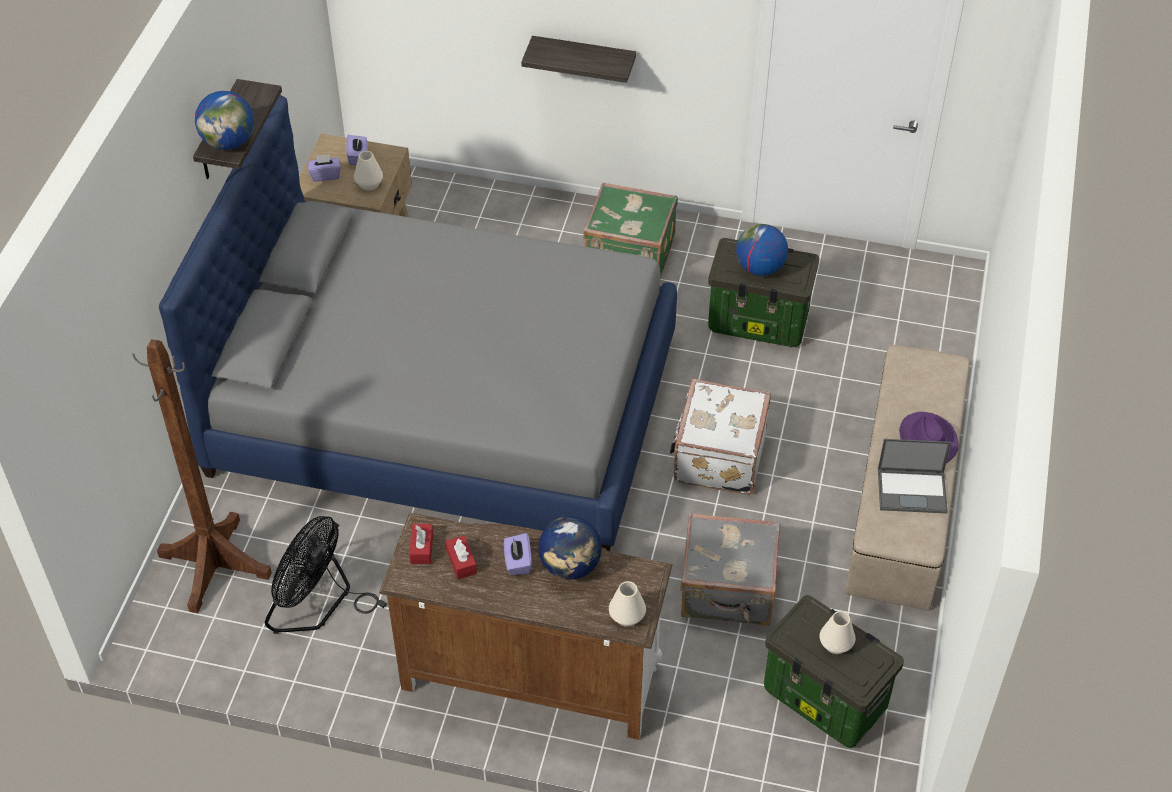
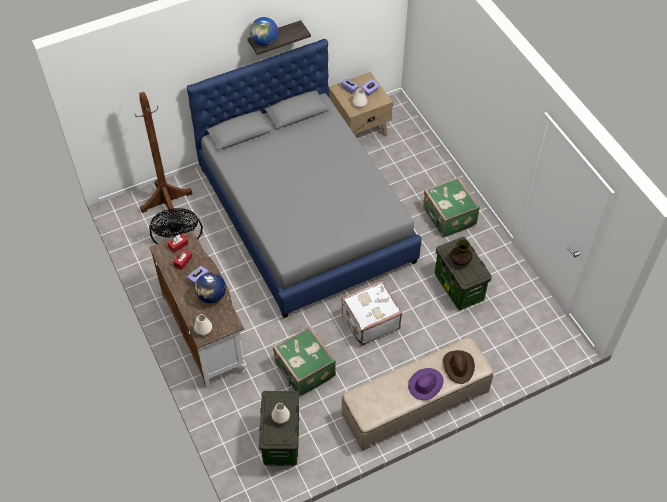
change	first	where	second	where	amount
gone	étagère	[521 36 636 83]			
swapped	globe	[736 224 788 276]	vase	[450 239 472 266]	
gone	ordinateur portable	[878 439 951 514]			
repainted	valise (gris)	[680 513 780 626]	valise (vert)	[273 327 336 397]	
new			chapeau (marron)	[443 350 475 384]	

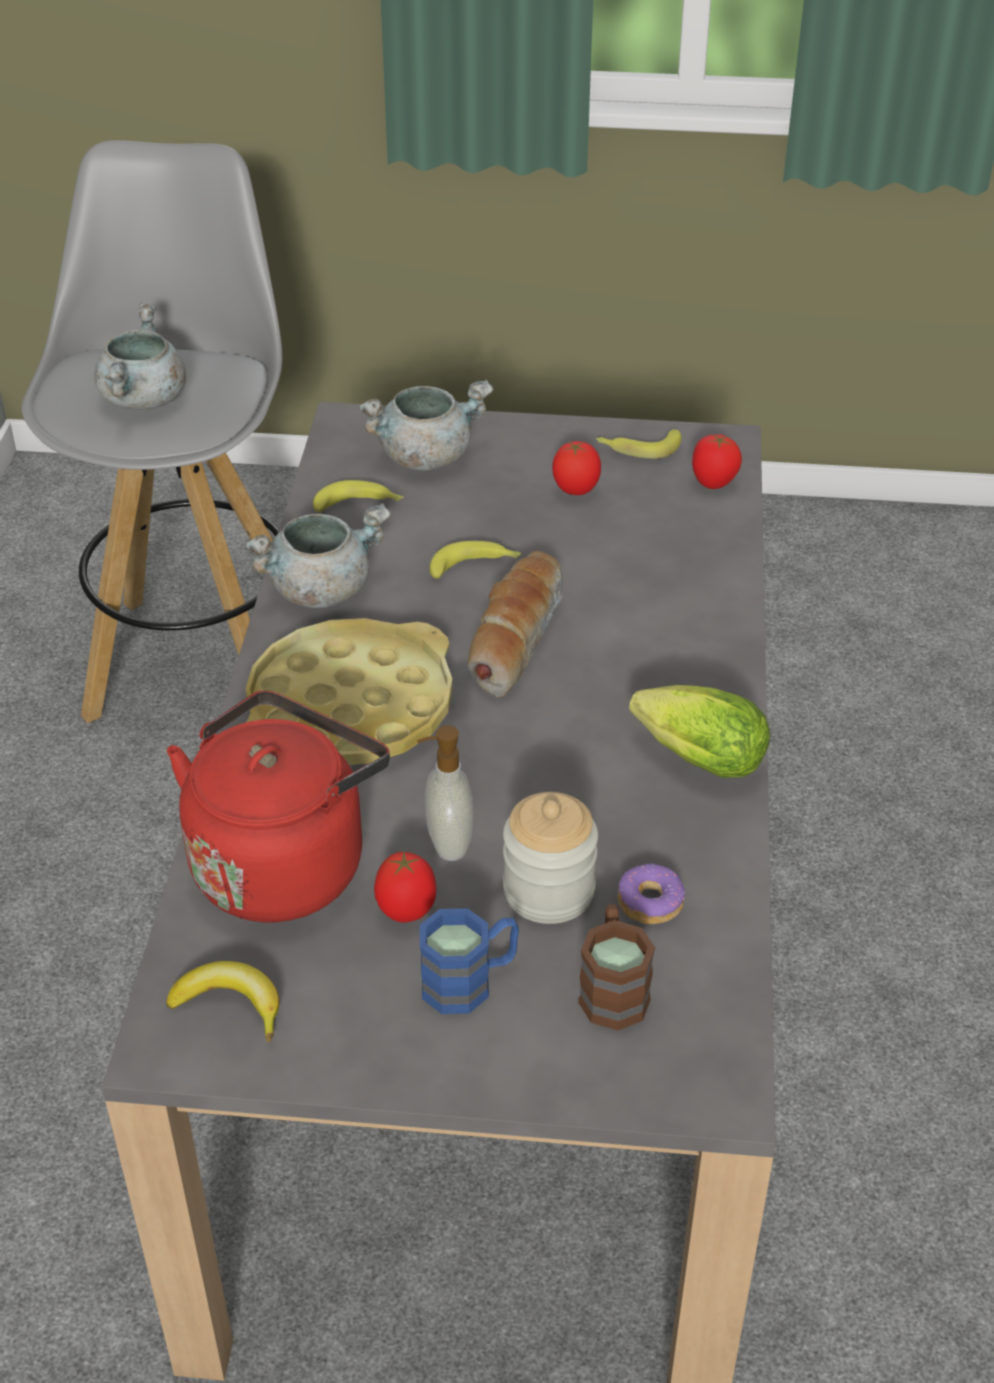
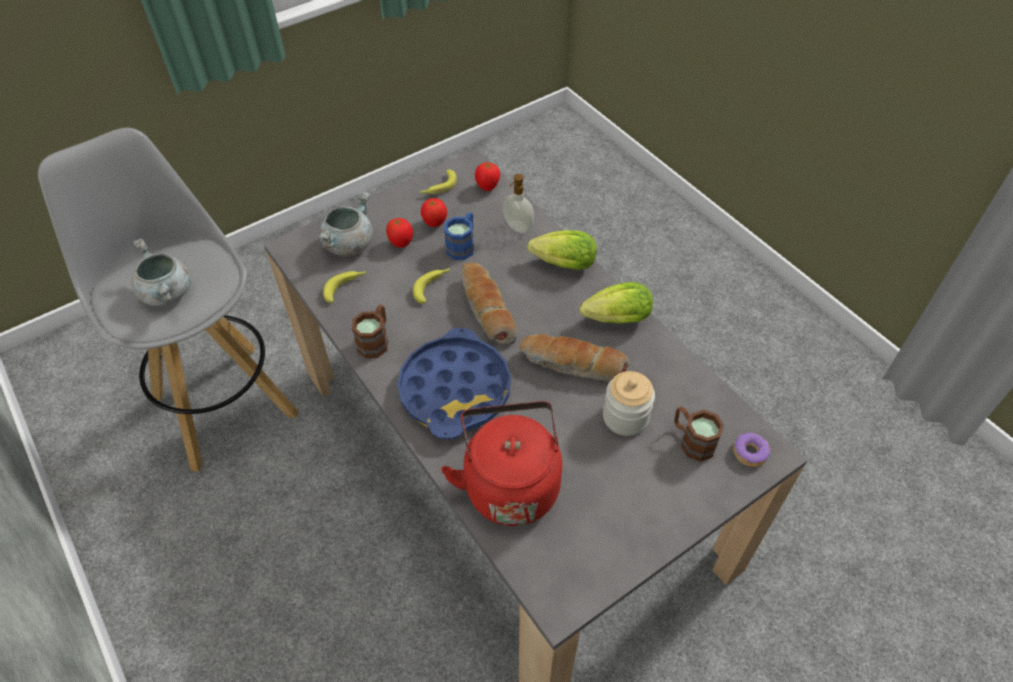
change	first	where	second	where	amount
swapped	marmite (gris)	[245 503 391 608]	mug (marron)	[352 305 388 358]	
repainted	plateau (jaune)	[246 618 453 765]	plateau (bleu)	[397 328 511 439]	
shifted	distributeur de savon	[417 725 474 861]		[503 174 534 233]	
shifted	tomate	[374 851 436 922]		[386 218 413 248]	
shifted	beignet	[617 864 685 924]		[733 433 770 467]	
shifted	mug (bleu)	[420 908 519 1014]		[444 212 474 260]	
gone	banane	[166 961 280 1042]			
new			laitue	[527 230 597 270]	
new			pain	[520 334 630 382]	

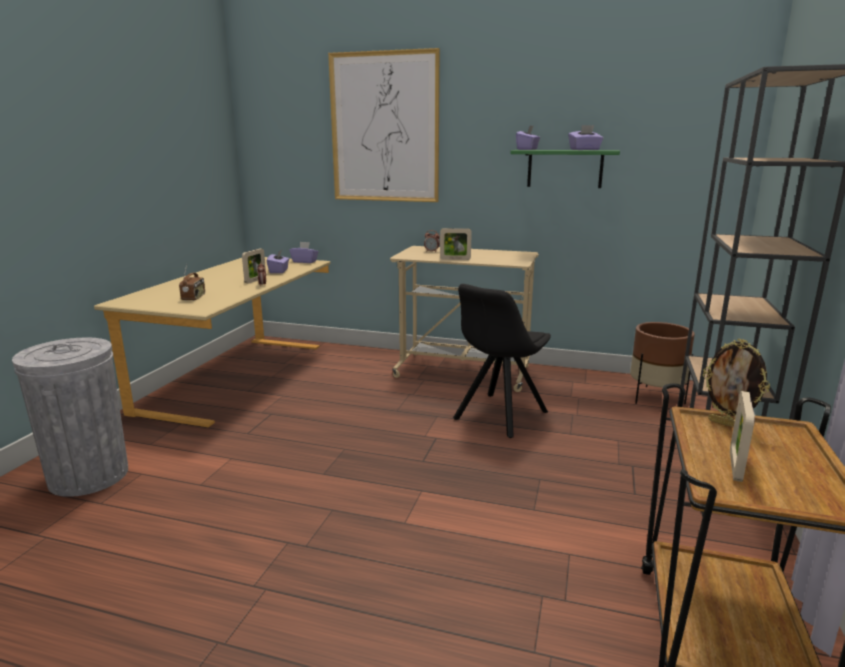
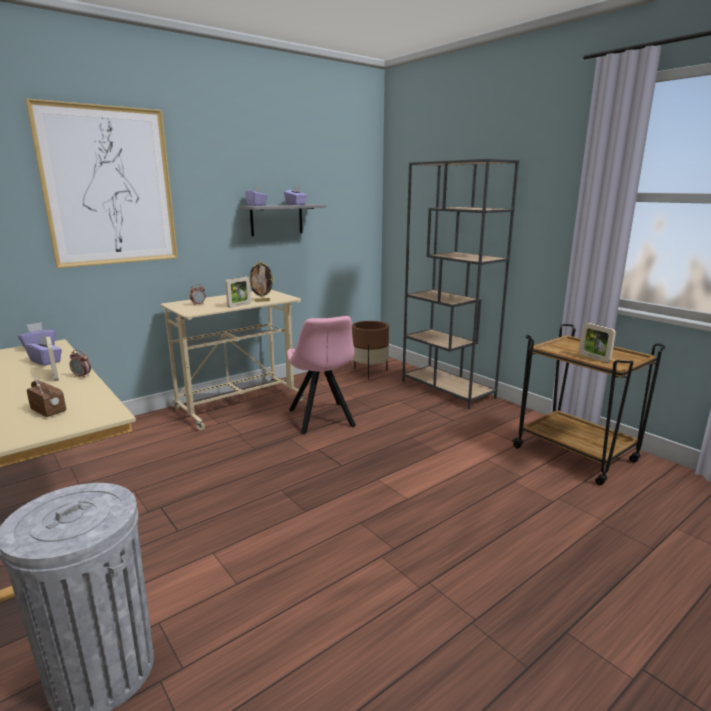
change	first	where	second	where	amount
repainted	étagère (vert)	[510 150 620 188]	étagère (gris)	[239 204 326 236]	
repainted	chaise (noir)	[453 284 551 438]	chaise (rose)	[287 316 356 434]	
shifted	cadre photo	[703 339 770 428]		[249 261 275 302]	

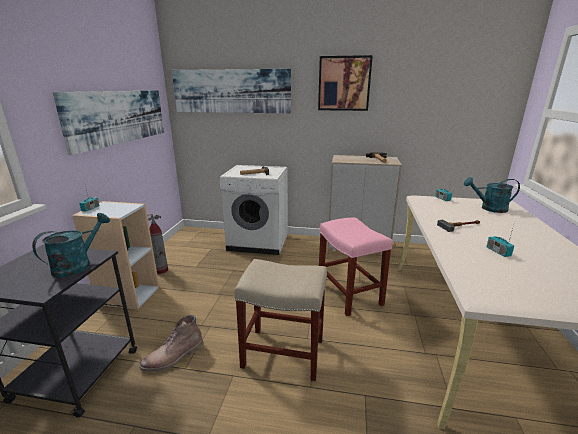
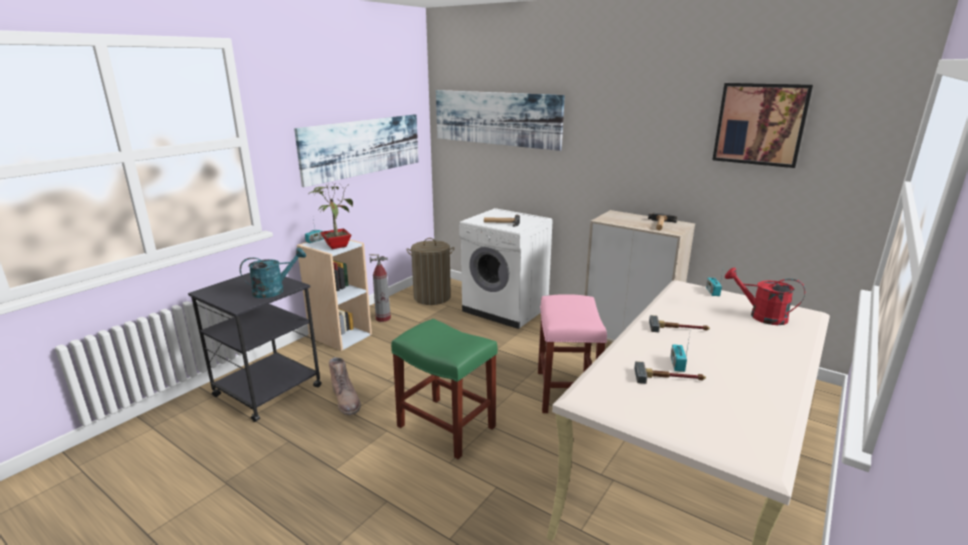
change	first	where	second	where	amount
shifted	tableau	[318 55 373 111]		[712 83 813 168]	
repainted	arrosoir (turquoise)	[464 177 520 213]	arrosoir (rouge)	[725 268 805 325]	
repainted	tabouret (beige)	[234 259 327 381]	tabouret (vert)	[391 319 498 459]	
rotated	botte (marron)	[139 315 203 372]		[329 357 361 415]	105 degrees counterclockwise
new			plante en pot	[310 183 353 249]	
new			panier à linge	[406 238 455 305]	
new			marteau	[634 361 706 384]	

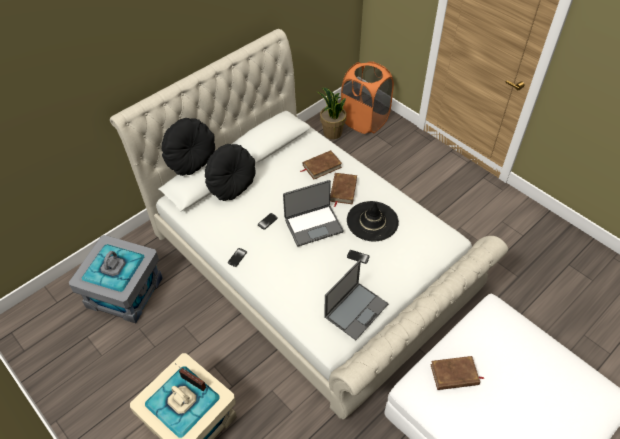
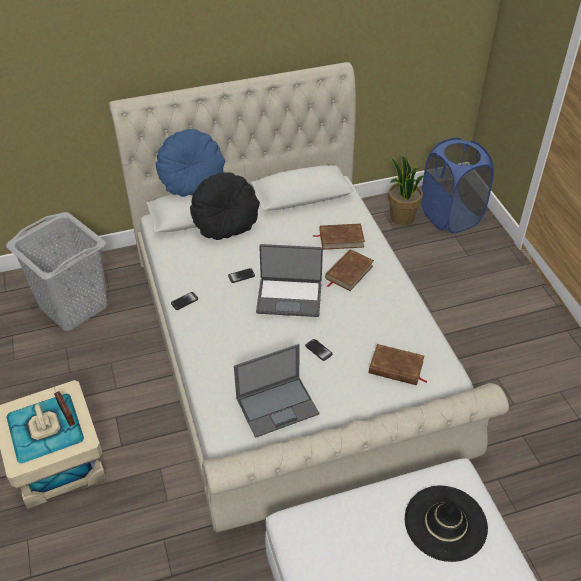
change	first	where	second	where	amount
repainted	panier à linge (orange)	[341 62 394 134]	panier à linge (bleu)	[422 138 494 233]	
repainted	coussin (noir)	[162 118 215 176]	coussin (bleu)	[155 129 225 197]	
shifted	chapeau (noir)	[347 201 399 241]		[405 486 488 562]	
swapped	boîte de rangement (gris)	[69 235 163 323]	panier à linge (gris)	[6 212 108 331]	
shifted	livre (marron)	[430 356 484 390]		[369 344 428 385]	

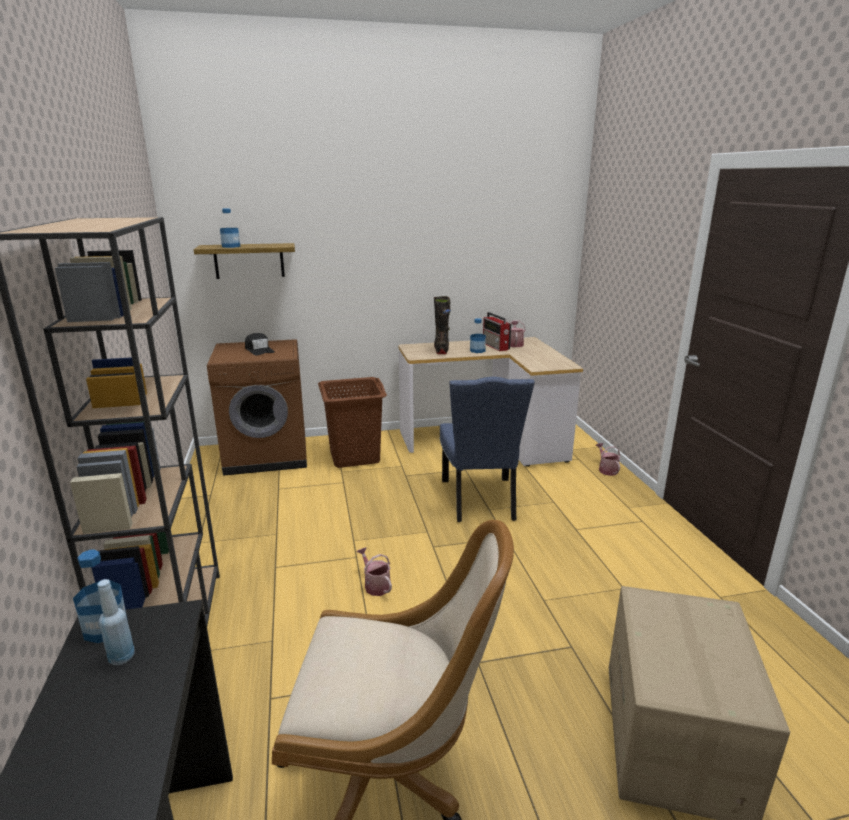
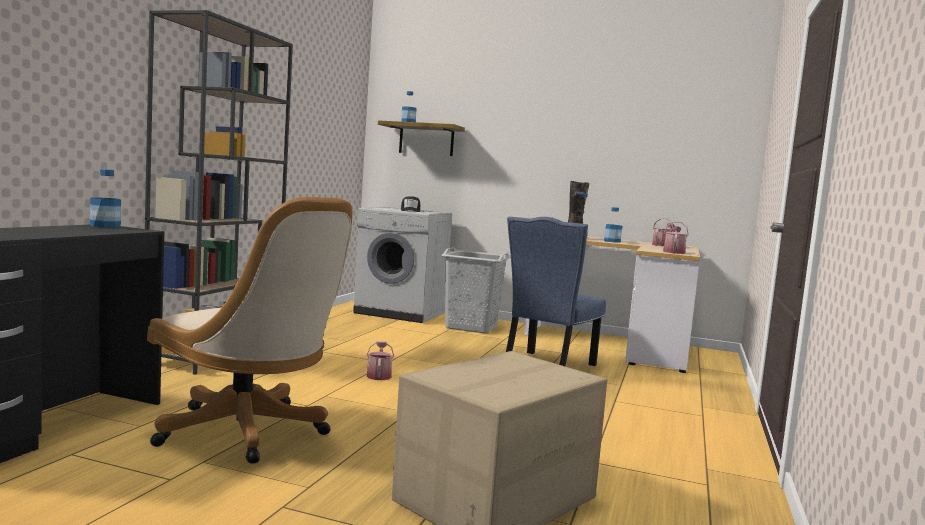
change	first	where	second	where	amount
gone	radio	[483 312 511 351]			
repainted	lave-linge (marron)	[207 339 307 475]	lave-linge (blanc)	[353 207 452 323]	
repainted	panier à linge (marron)	[318 377 387 468]	panier à linge (gris)	[441 247 511 334]	
shifted	arrosoir	[596 443 620 476]		[663 221 689 254]	
gone	bouteille (bleu)	[97 579 135 665]			

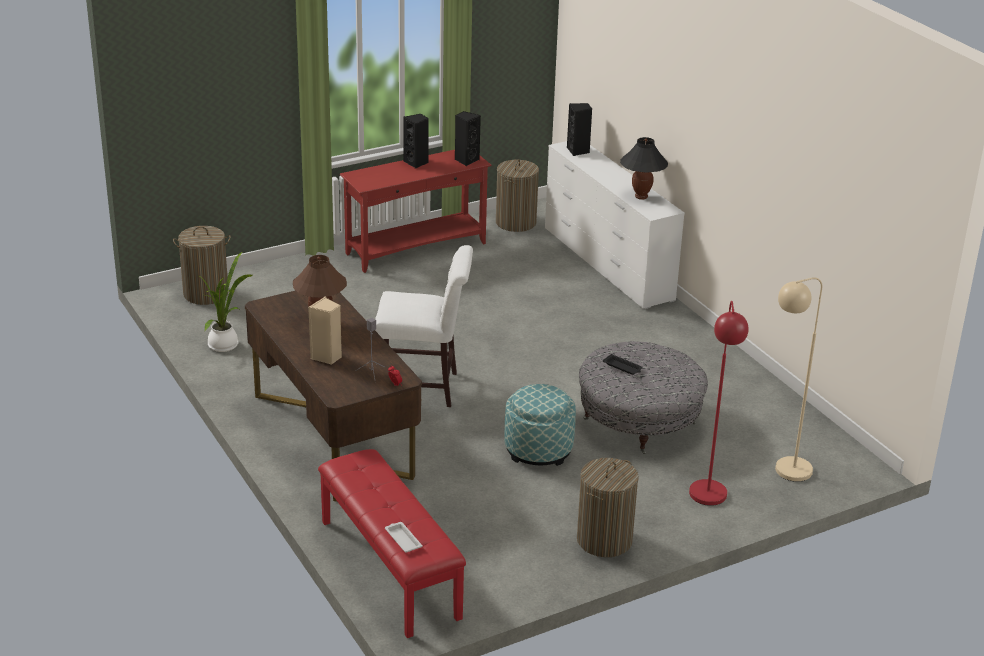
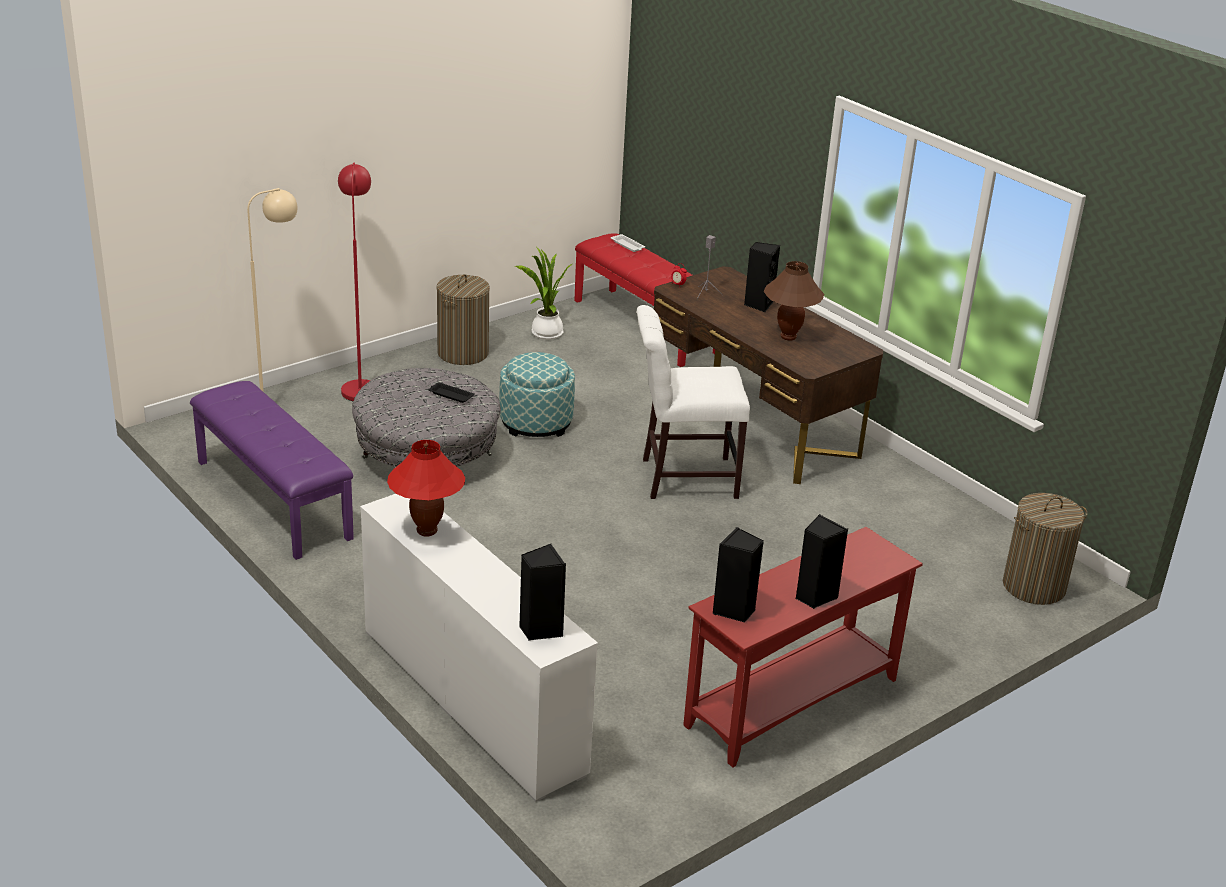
change	first	where	second	where	amount
repainted	lampe de table (noir)	[620 137 668 200]	lampe de table (rouge)	[387 440 465 537]	
gone	panier à linge	[496 159 539 232]			
shifted	plante en pot	[200 252 253 352]		[516 247 572 340]	
repainted	enceinte (beige)	[308 297 342 365]	enceinte (noir)	[744 242 780 312]	
new			banc (violet)	[190 381 354 560]	

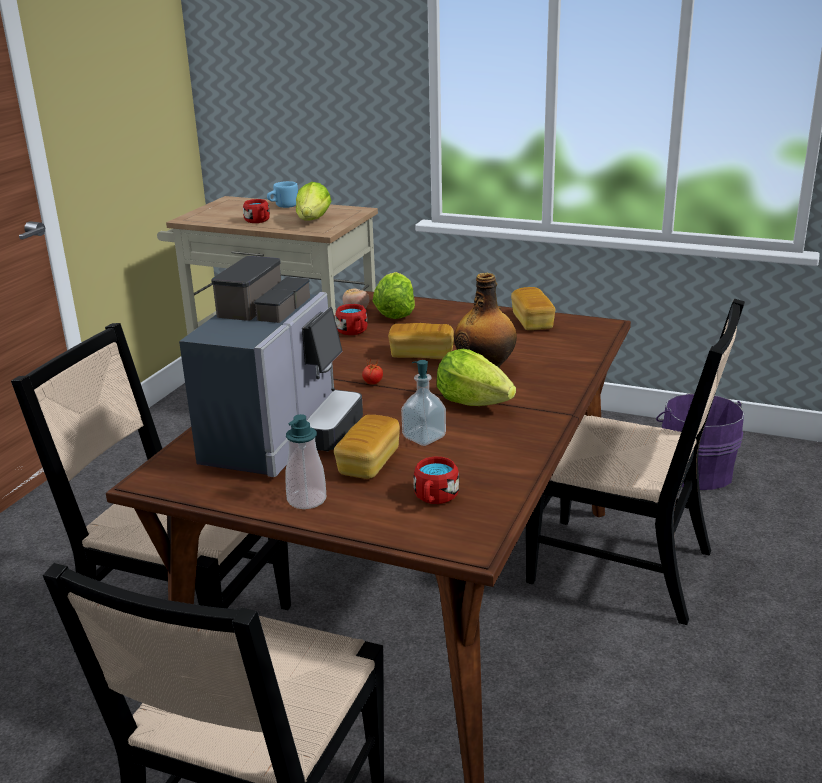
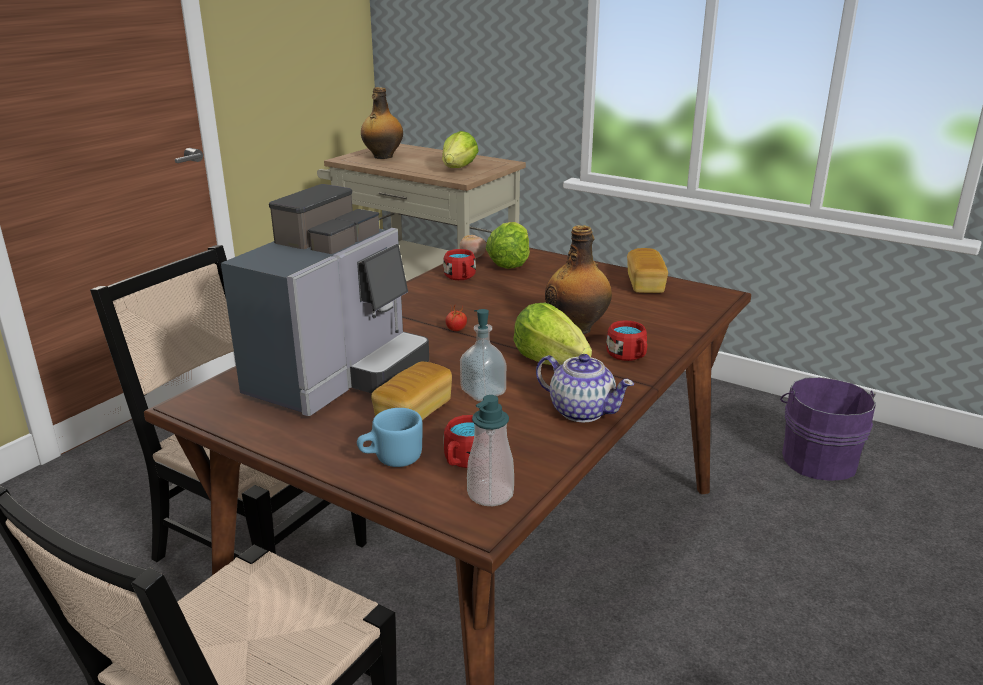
change	first	where	second	where	amount
shifted	mug (bleu)	[267 181 298 208]		[357 408 423 467]	
shifted	mug (rouge)	[243 199 270 223]		[606 320 647 361]	
gone	chaise	[526 299 745 625]			
gone	pain	[388 323 454 359]			
shifted	distributeur de savon	[285 414 326 509]		[467 395 514 506]	
new			bouteille	[361 87 403 159]	
new			théière	[536 354 634 422]	

